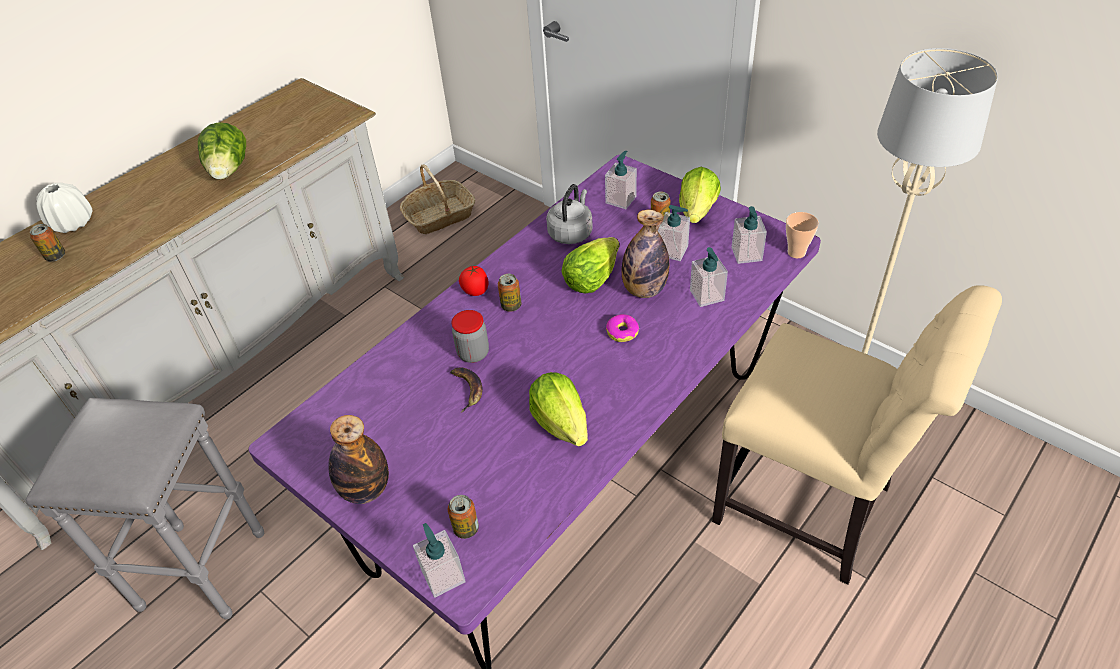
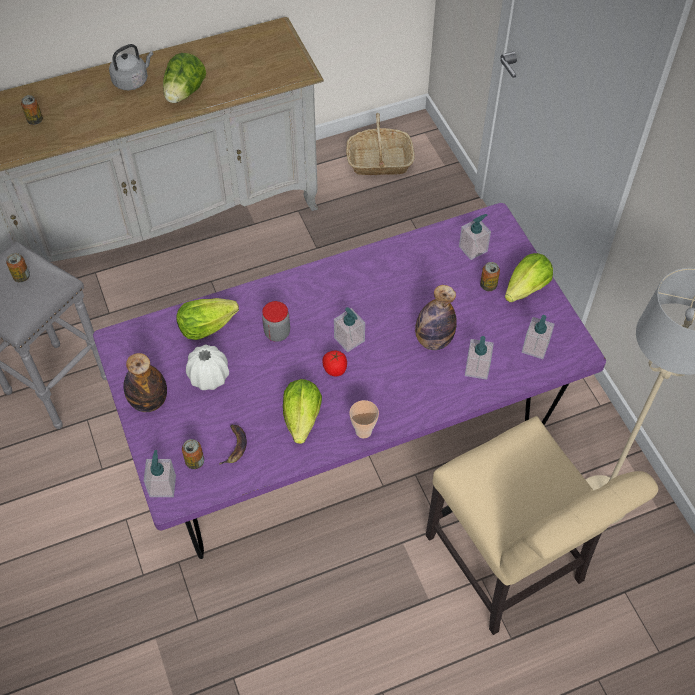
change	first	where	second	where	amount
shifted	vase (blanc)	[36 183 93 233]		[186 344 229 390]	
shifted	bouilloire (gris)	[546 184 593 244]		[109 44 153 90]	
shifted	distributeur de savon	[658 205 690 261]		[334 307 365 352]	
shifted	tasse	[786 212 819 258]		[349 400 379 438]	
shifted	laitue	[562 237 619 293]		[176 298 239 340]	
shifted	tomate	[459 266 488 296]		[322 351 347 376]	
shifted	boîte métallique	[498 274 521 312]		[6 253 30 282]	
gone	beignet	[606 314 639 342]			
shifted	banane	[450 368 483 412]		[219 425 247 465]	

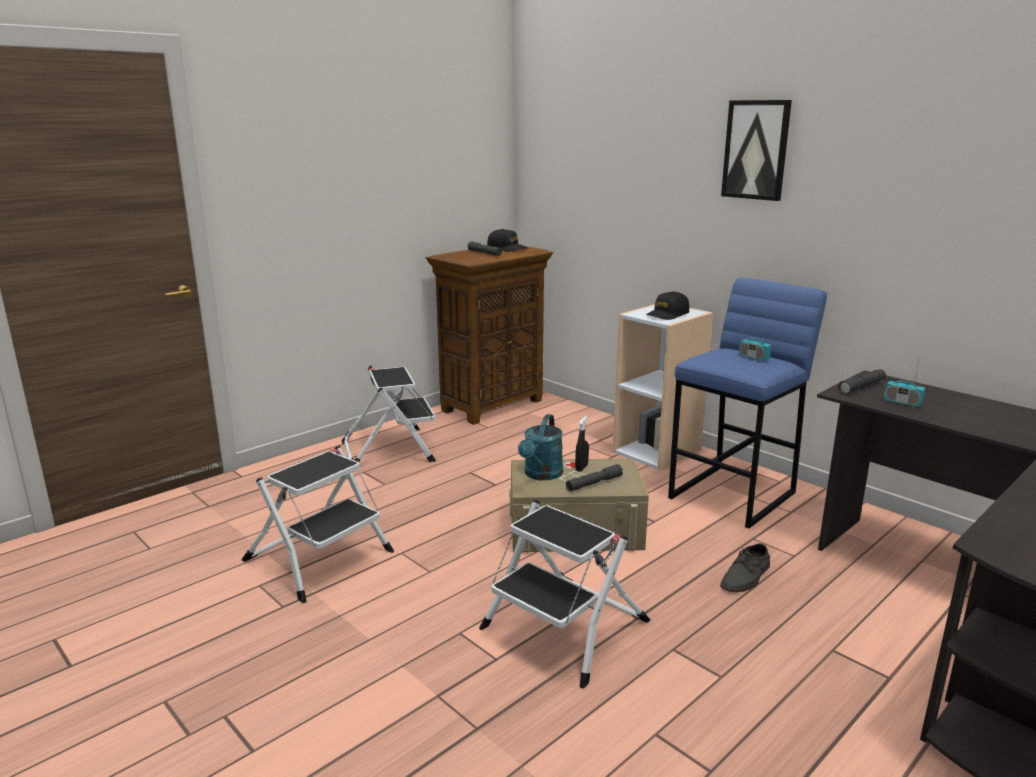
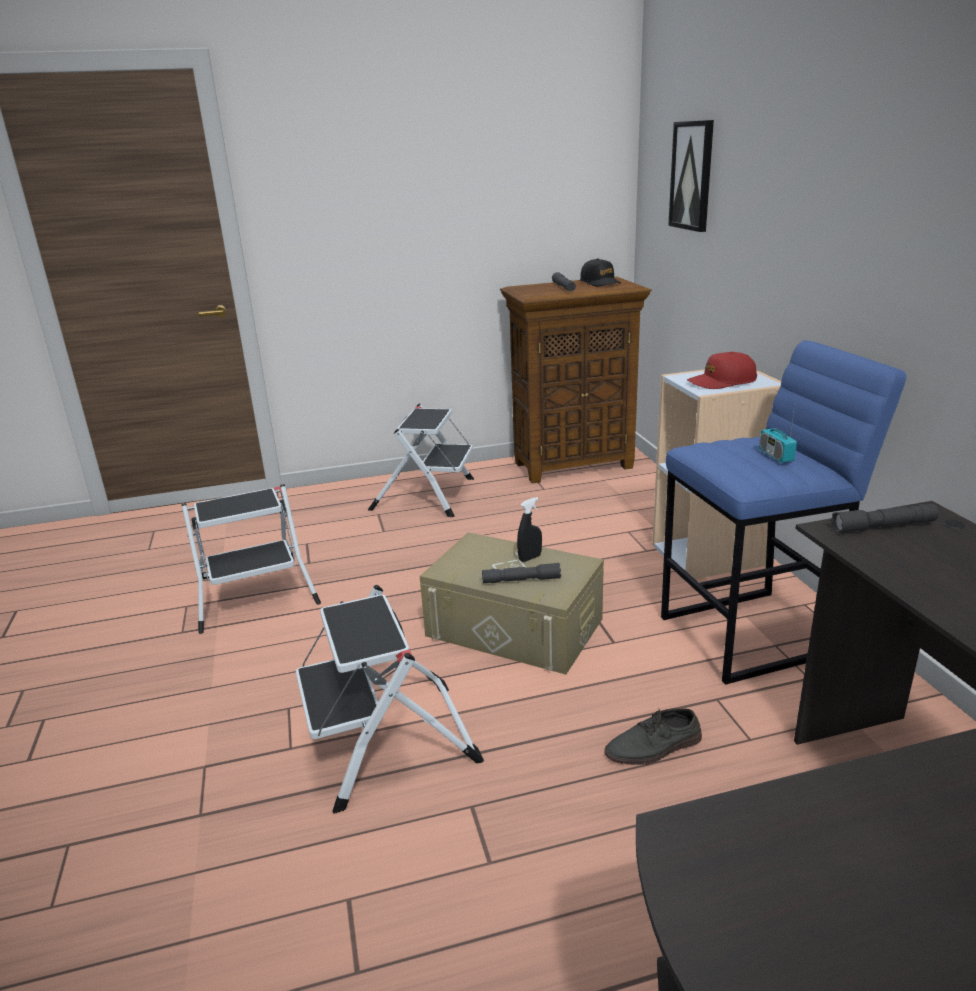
change	first	where	second	where	amount
shifted	tableau	[721 100 792 201]		[668 120 714 232]	
repainted	casquette (noir)	[646 291 689 320]	casquette (rouge)	[687 352 757 389]	
gone	radio	[884 357 925 407]			
gone	arrosoir (turquoise)	[518 414 563 480]			

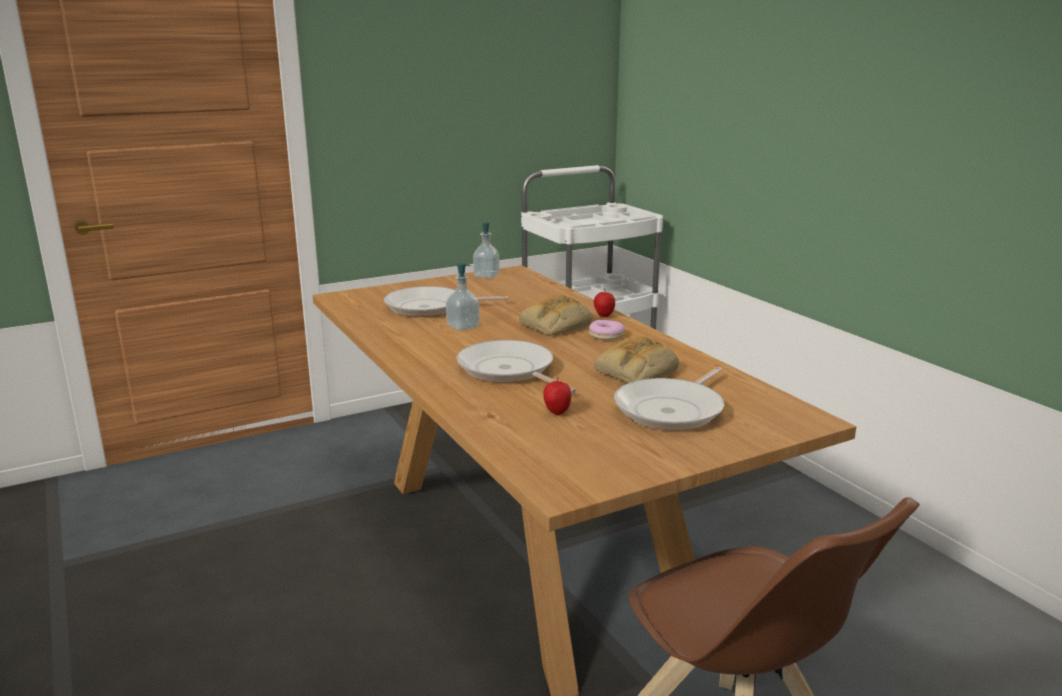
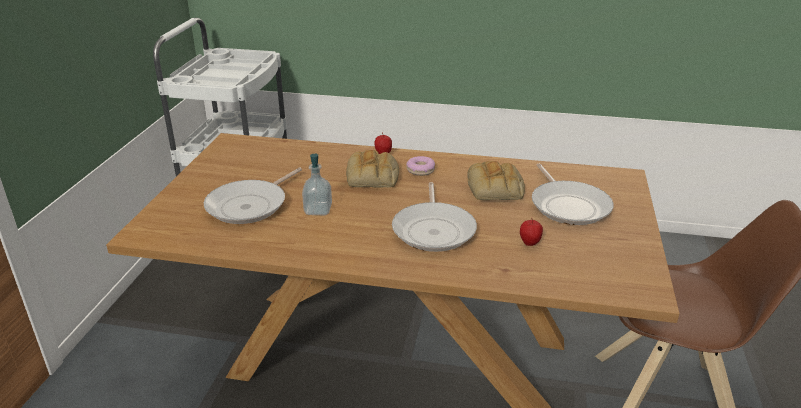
change	first	where	second	where	amount
gone	distributeur de savon	[473 222 500 279]			
rotated	poêle	[456 340 576 393]		[392 182 477 252]	90 degrees counterclockwise

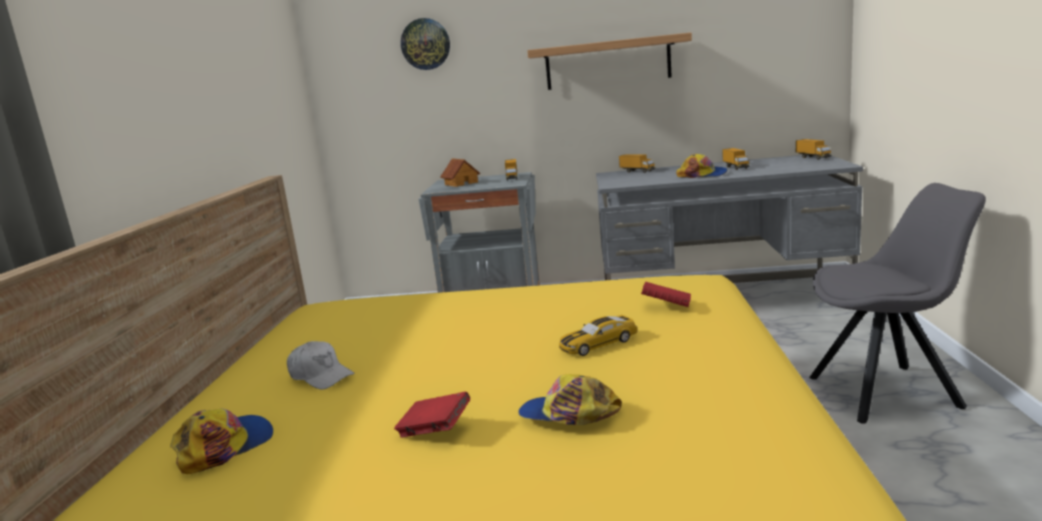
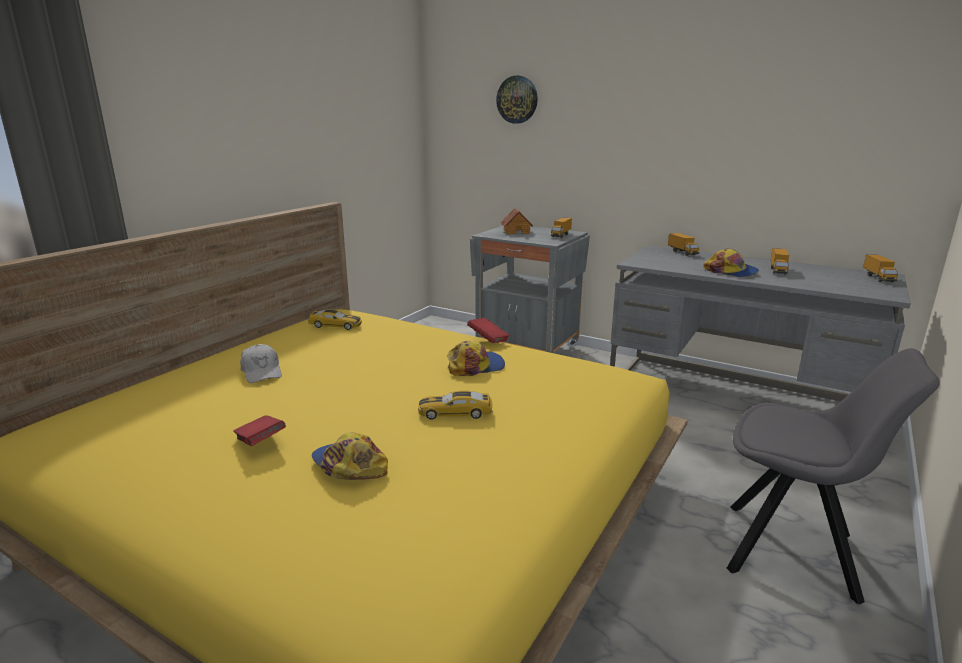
change	first	where	second	where	amount
gone	étagère	[527 32 692 90]			
shifted	livre (rouge)	[641 282 691 307]		[467 318 510 343]	
shifted	casquette	[170 408 273 474]		[447 341 505 376]	
new			petite voiture	[308 309 362 330]	

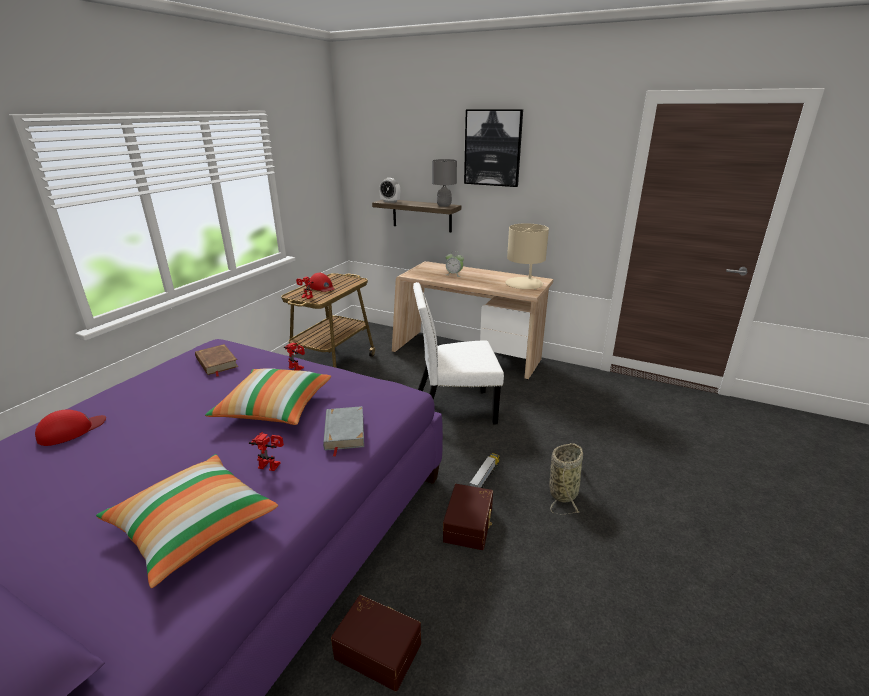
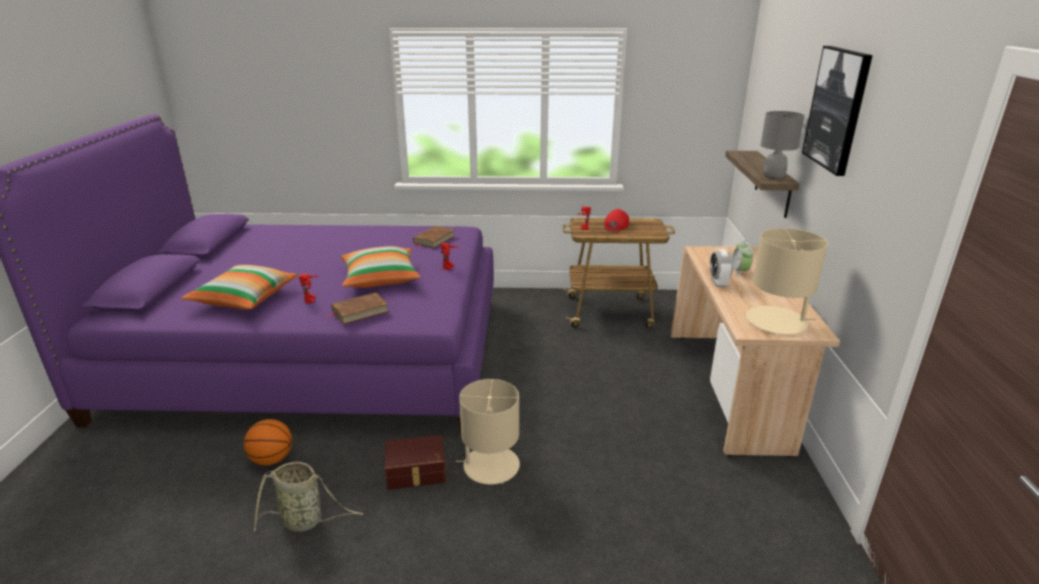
change	first	where	second	where	amount
shifted	réveil	[379 178 400 203]		[710 249 733 287]	
gone	chaise (blanc)	[413 282 504 425]			
repainted	livre (gris)	[323 406 364 457]	livre (marron)	[326 293 389 324]	
gone	casquette (rouge)	[35 410 106 446]			
shifted	panier	[549 443 583 514]		[254 462 363 532]	
swapped	camion jouet	[469 453 500 488]	lampe de table (beige)	[456 379 520 484]	
swapped	boîte de rangement (marron)	[331 595 421 691]	ballon de basket	[244 419 292 466]	

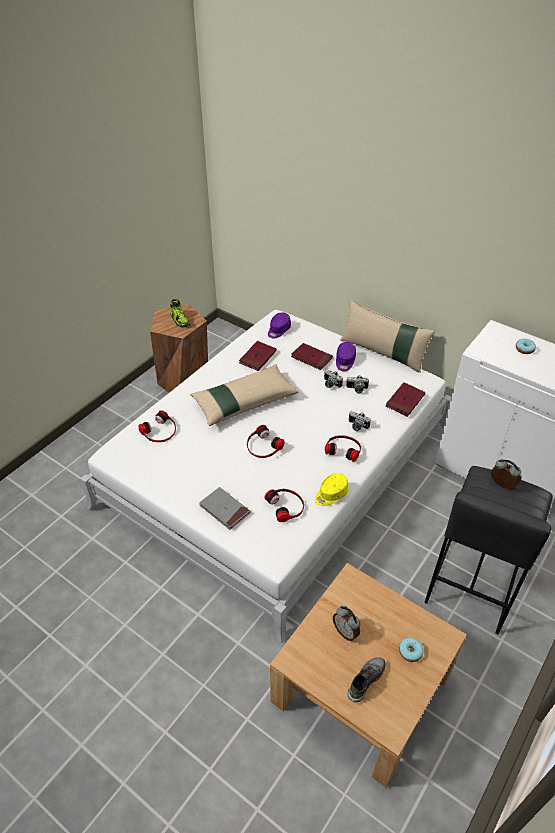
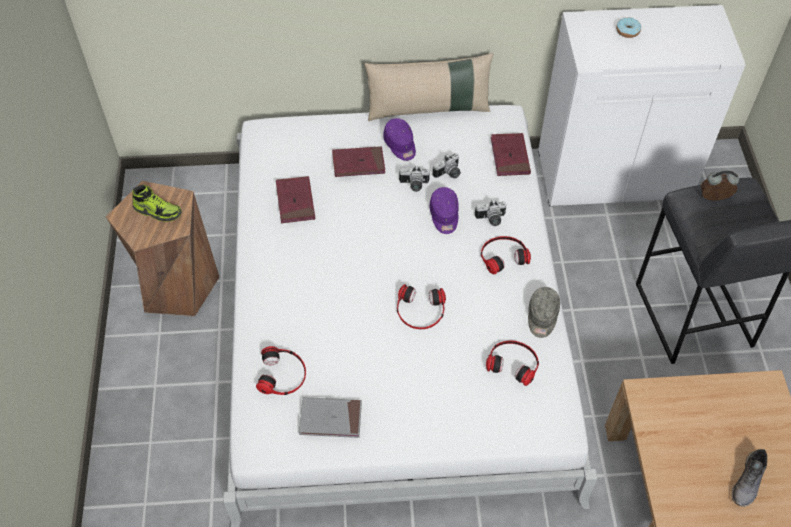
change	first	where	second	where	amount
shifted	casquette (violet)	[268 312 291 338]		[430 187 459 234]	
gone	coussin (beige)	[190 364 299 426]			
repainted	casquette (jaune)	[315 473 349 506]	casquette (gris)	[528 287 560 338]	
shifted	livre (gris)	[199 487 250 530]		[299 397 362 438]	
gone	réveil	[333 606 360 641]			
gone	beignet	[399 638 423 662]			
rotated	chaussure (gris)	[347 657 386 703]		[731 449 767 507]	150 degrees counterclockwise

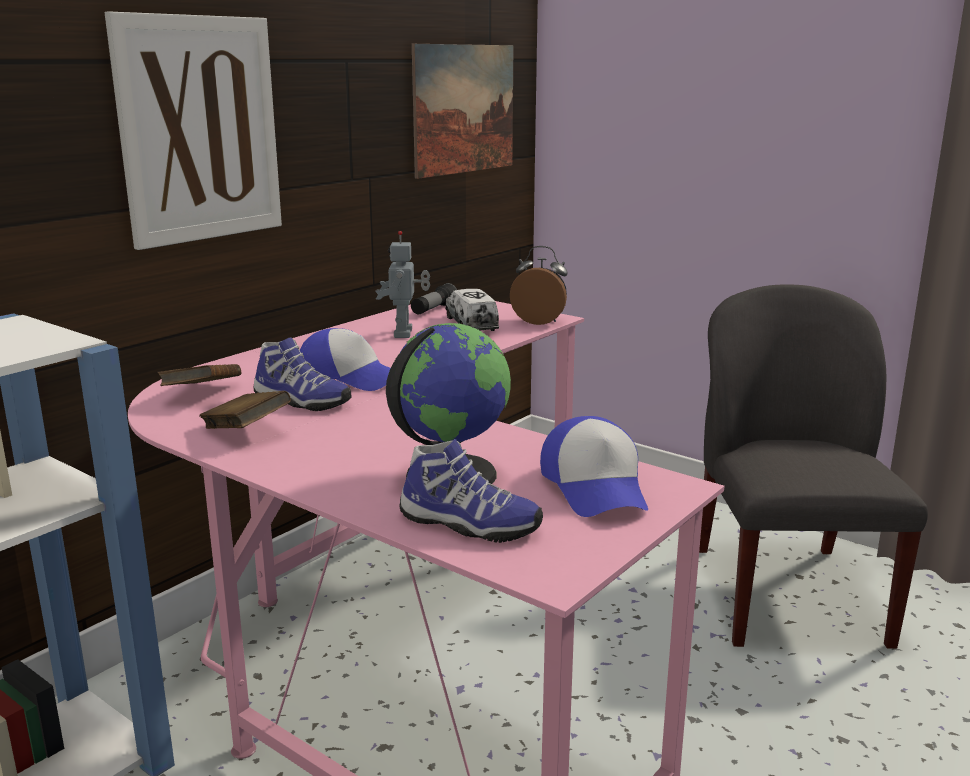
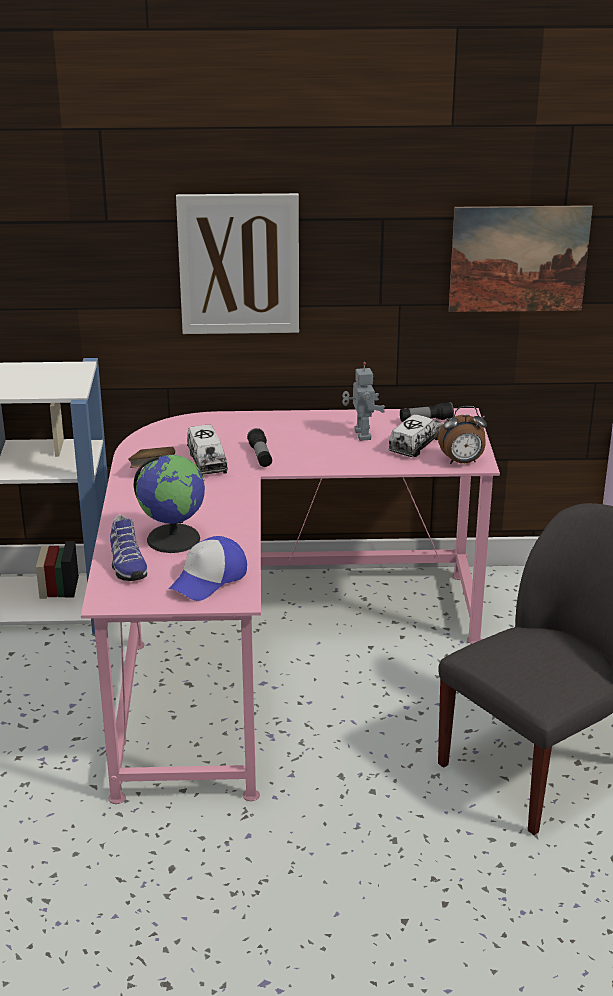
change	first	where	second	where	amount
rotated	robot jouet	[375 231 430 338]		[342 362 385 441]	120 degrees clockwise
rotated	réveil	[510 246 568 325]		[438 406 487 464]	105 degrees clockwise
swapped	casquette	[300 328 390 391]	lampe de poche	[247 428 272 467]	
swapped	chaussure	[253 337 351 411]	camion jouet	[187 425 228 475]	
gone	livre (marron)	[157 364 241 386]			

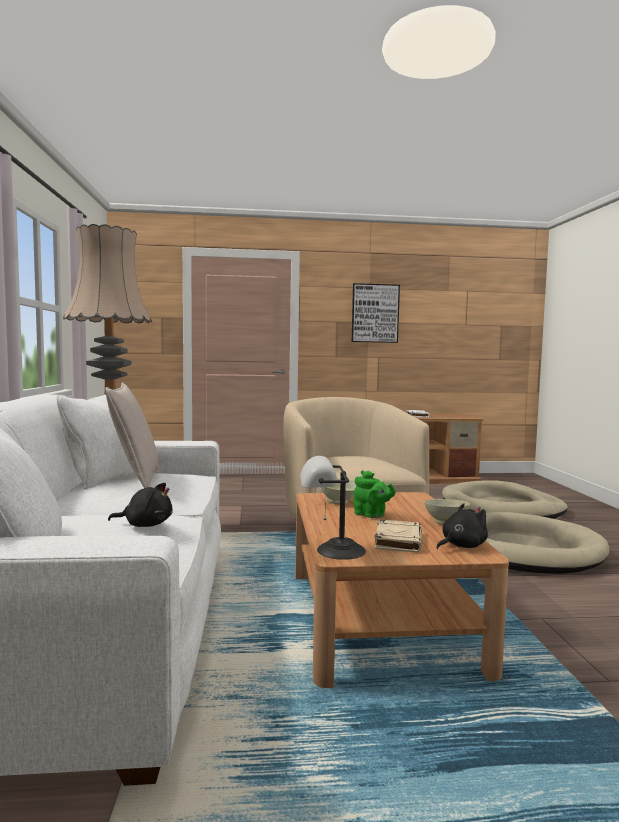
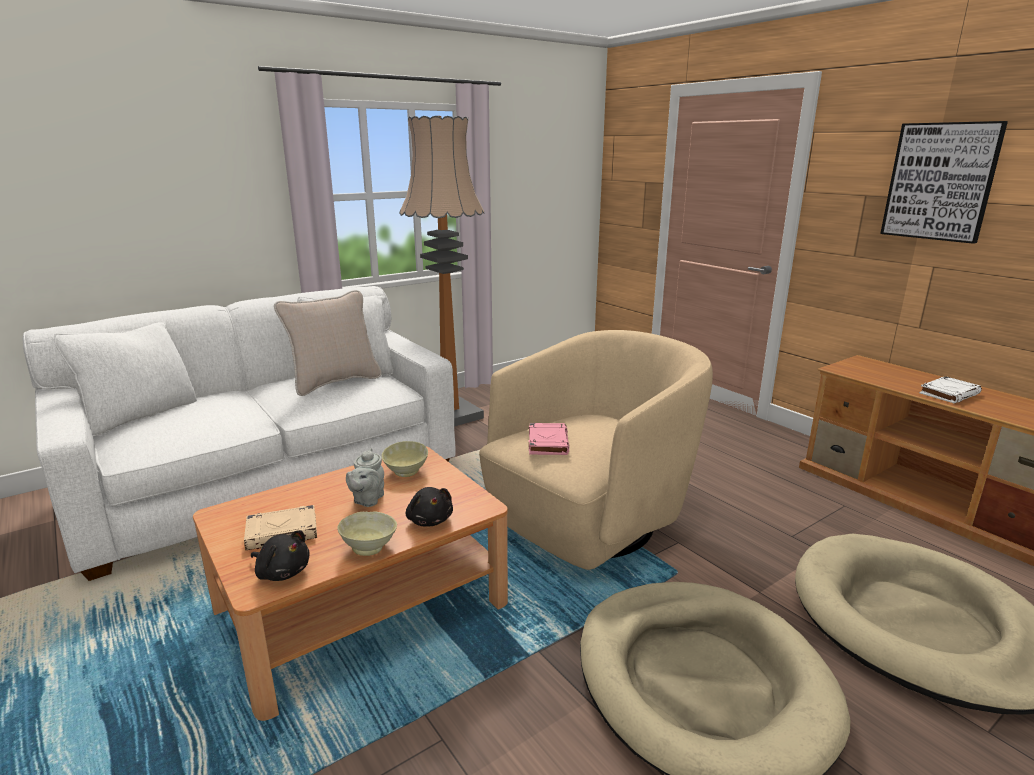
change	first	where	second	where	amount
gone	lampe de table	[300 456 366 560]			
repainted	théière (vert)	[353 470 396 518]	théière (gris)	[346 448 384 507]	
shifted	peluche (noir)	[108 483 173 527]		[406 487 453 526]	
new			livre (rose)	[529 423 569 455]	

